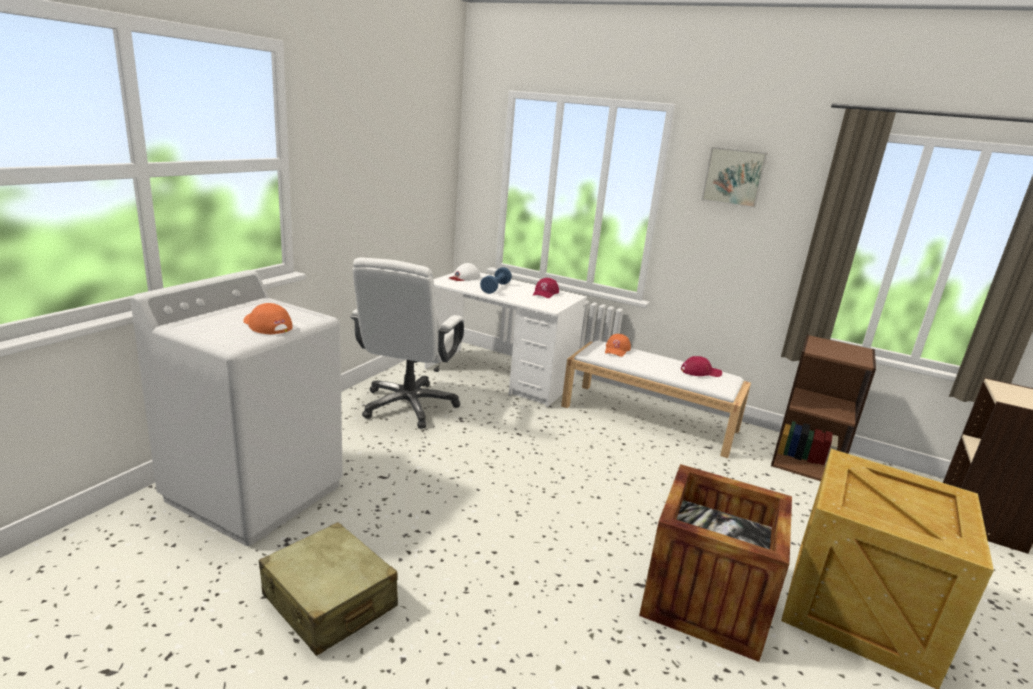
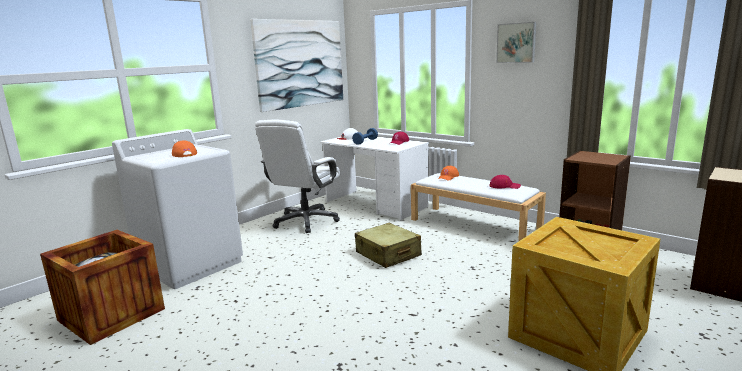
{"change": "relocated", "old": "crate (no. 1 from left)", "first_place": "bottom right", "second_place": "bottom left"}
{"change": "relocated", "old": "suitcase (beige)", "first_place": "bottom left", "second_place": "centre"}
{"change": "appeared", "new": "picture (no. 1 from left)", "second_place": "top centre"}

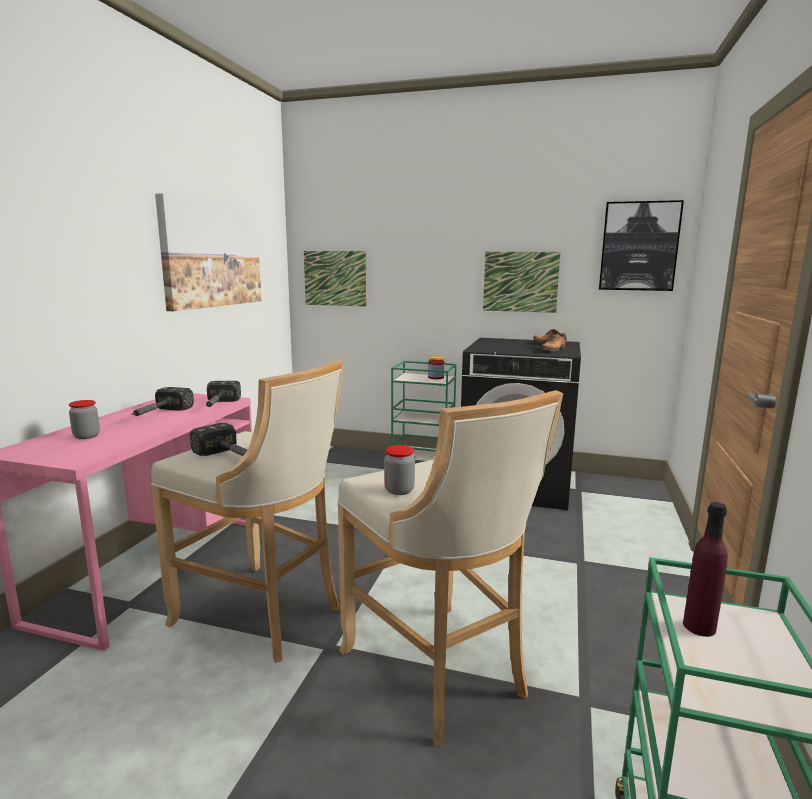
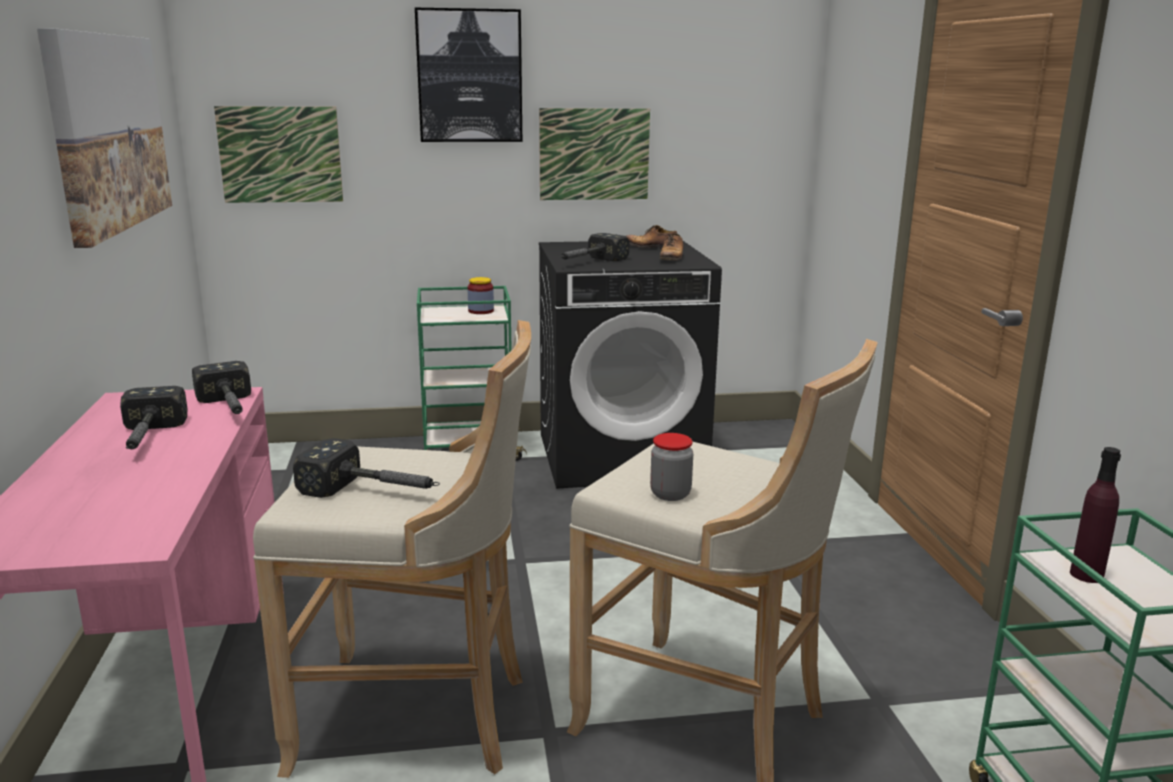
{"change": "relocated", "old": "picture (no. 4 from left in the first image)", "new": "picture (no. 3 from left)", "first_place": "top right", "second_place": "top centre"}
{"change": "missing", "old": "jar (no. 1 from left)", "first_place": "middle left"}
{"change": "appeared", "new": "hammer (no. 4 from left)", "second_place": "top centre"}

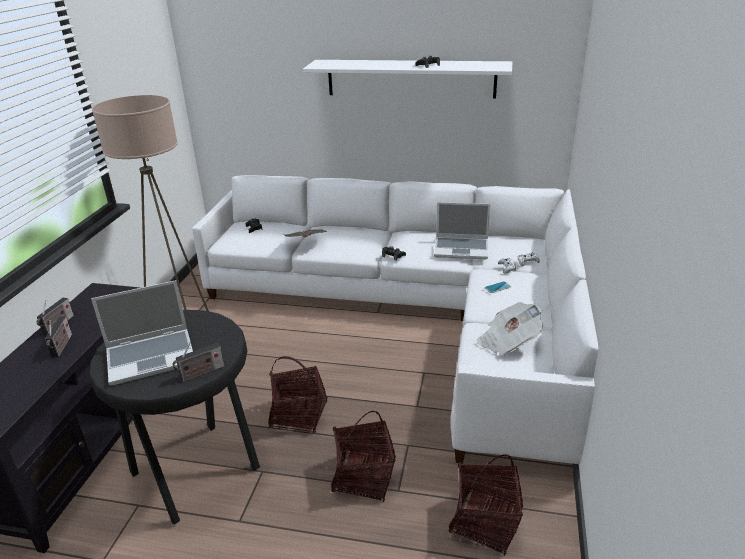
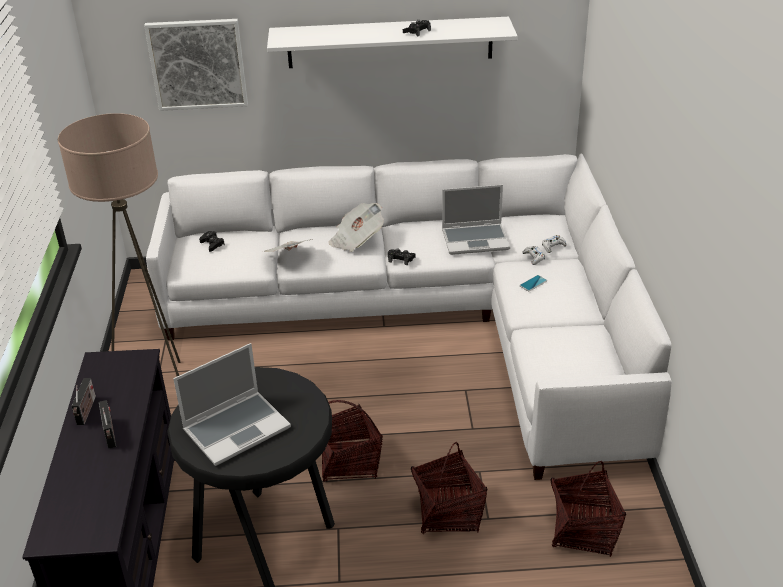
{"change": "relocated", "old": "newspaper (no. 2 from left)", "first_place": "middle right", "second_place": "centre"}
{"change": "missing", "old": "radio (no. 3 from left)", "first_place": "middle left"}
{"change": "appeared", "new": "picture", "second_place": "top left"}

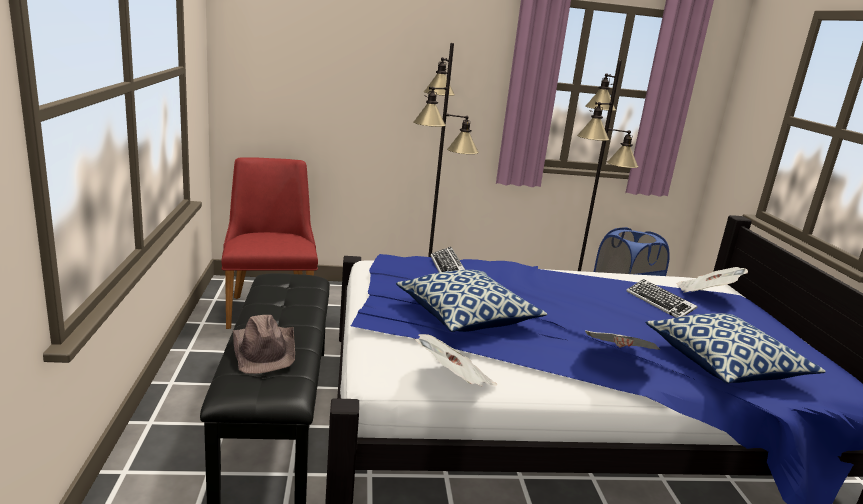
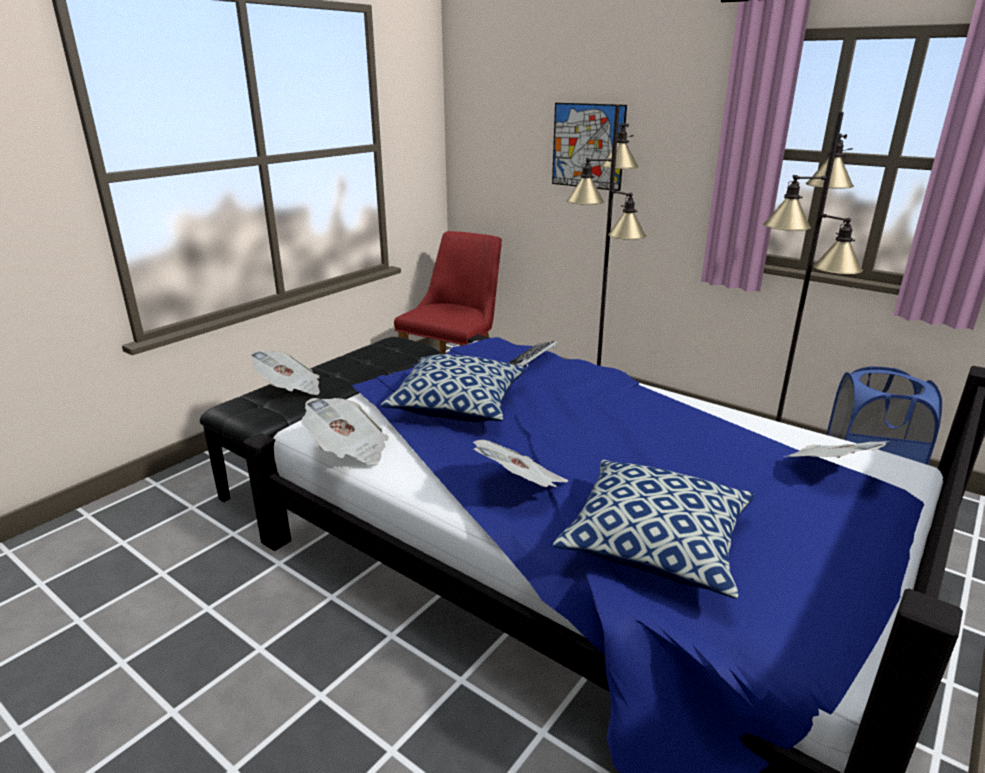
{"change": "missing", "old": "keyboard (no. 2 from left)", "first_place": "middle right"}
{"change": "exchanged", "old": "hat (brown)", "new": "newspaper (no. 1 from left)", "first_place": "bottom left", "second_place": "middle left"}
{"change": "appeared", "new": "picture", "second_place": "top centre"}

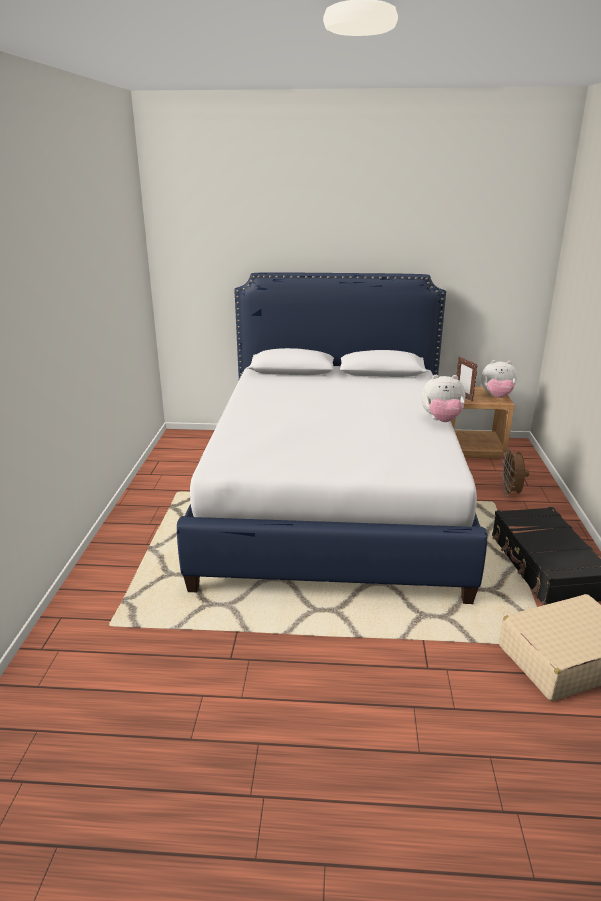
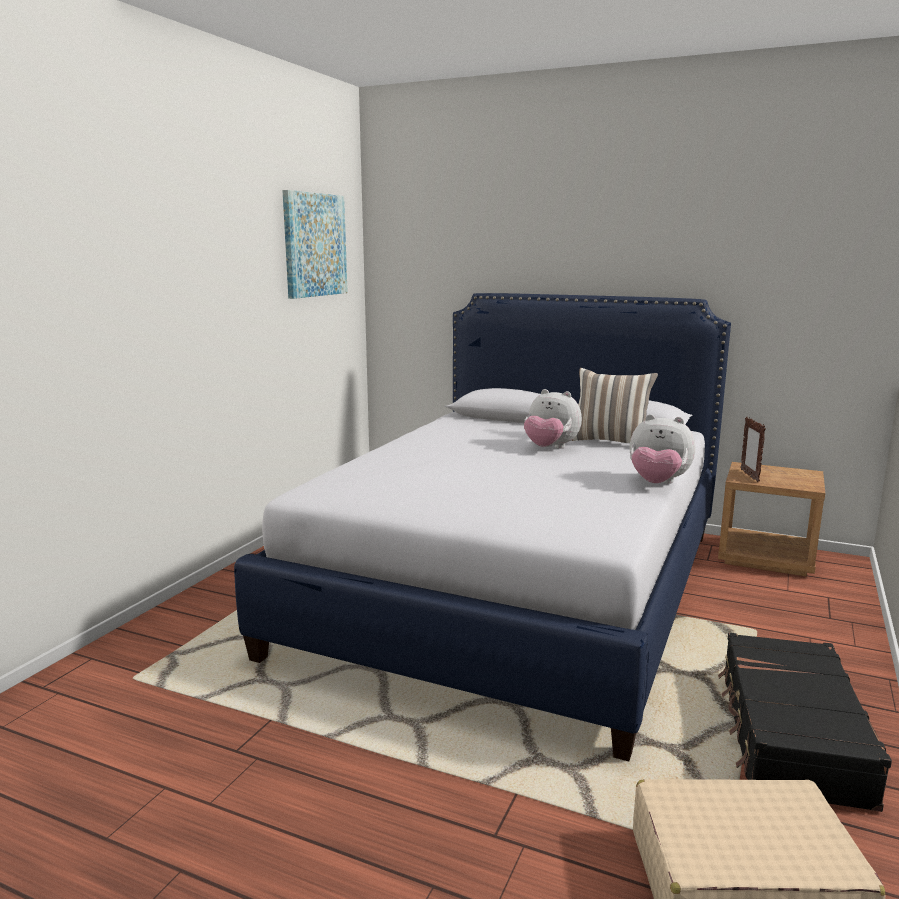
{"change": "relocated", "old": "plush toy (no. 2 from left in the first image)", "new": "plush toy (no. 1 from left)", "first_place": "middle right", "second_place": "centre"}
{"change": "missing", "old": "fan (brown)", "first_place": "middle right"}
{"change": "appeared", "new": "picture", "second_place": "top centre"}
{"change": "appeared", "new": "pillow", "second_place": "middle right"}

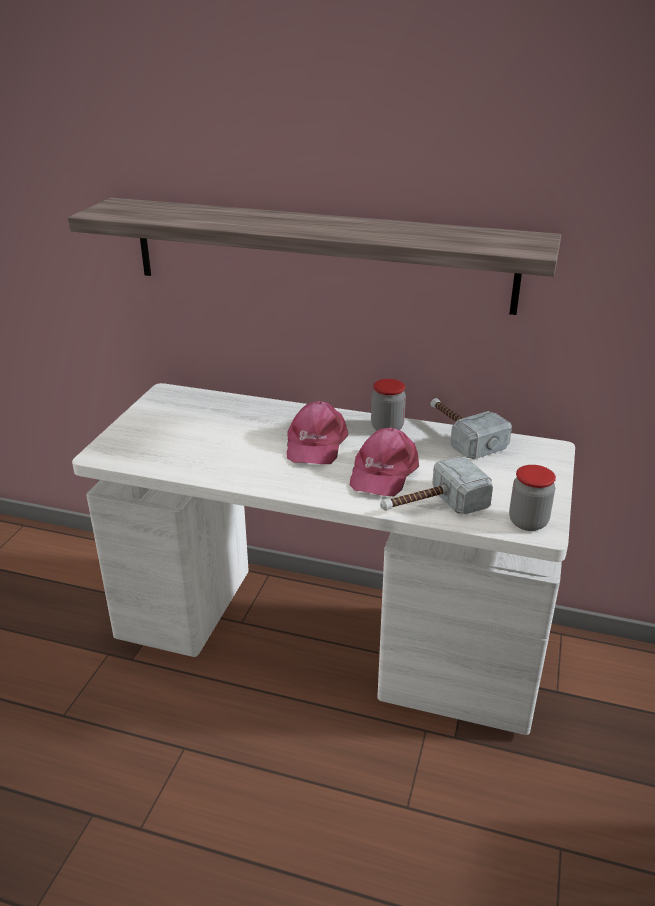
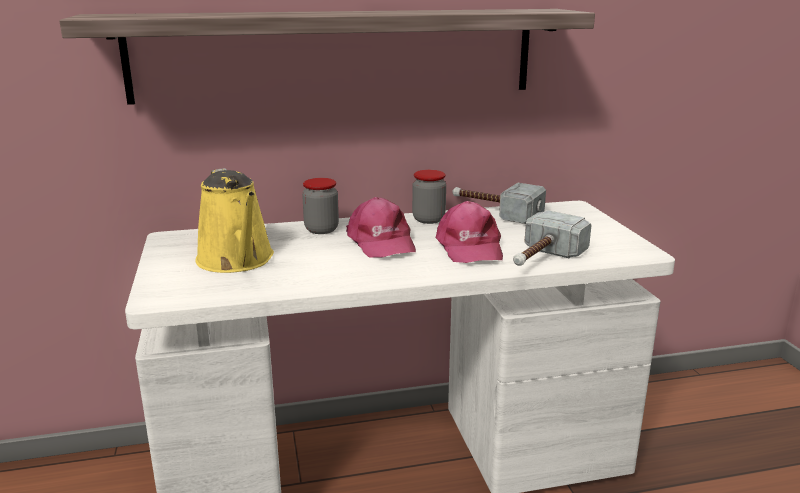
{"change": "relocated", "old": "jar (no. 2 from left in the first image)", "new": "jar (no. 1 from left)", "first_place": "middle right", "second_place": "centre"}
{"change": "appeared", "new": "watering can (yellow)", "second_place": "middle left"}

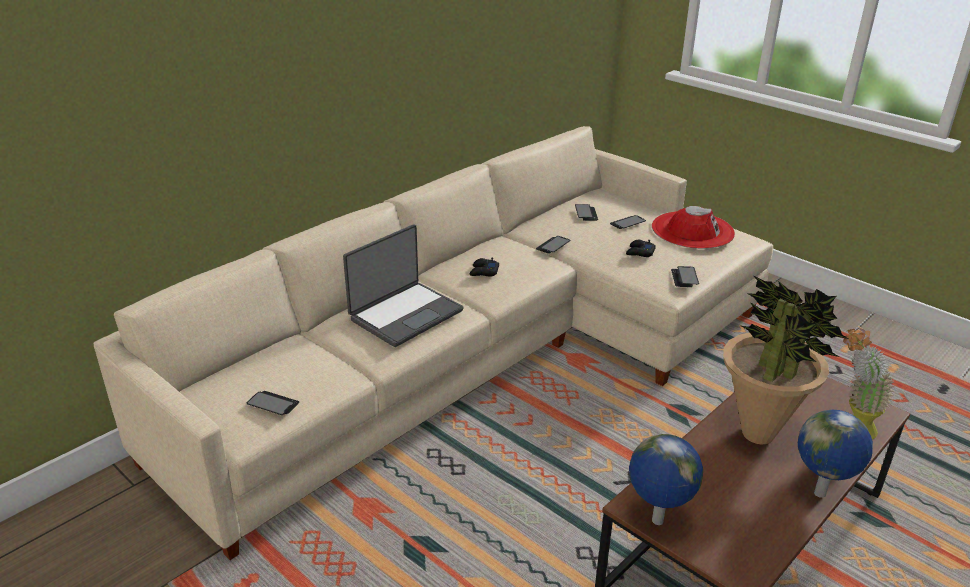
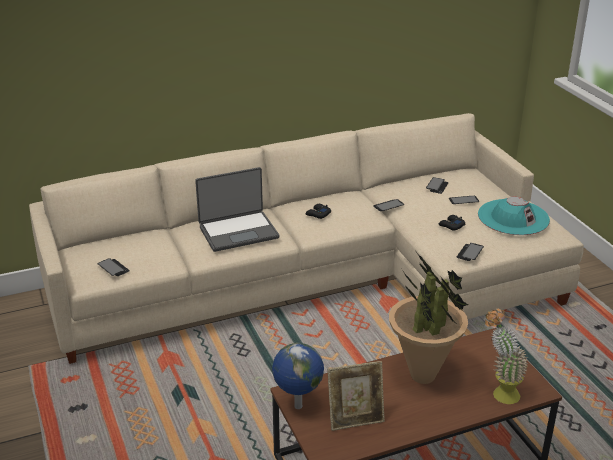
{"change": "colour", "old": "hat (red)", "new": "hat (turquoise)", "first_place": "middle right", "second_place": "middle right"}
{"change": "missing", "old": "globe (no. 2 from left)", "first_place": "bottom right"}
{"change": "appeared", "new": "picture frame", "second_place": "bottom centre"}

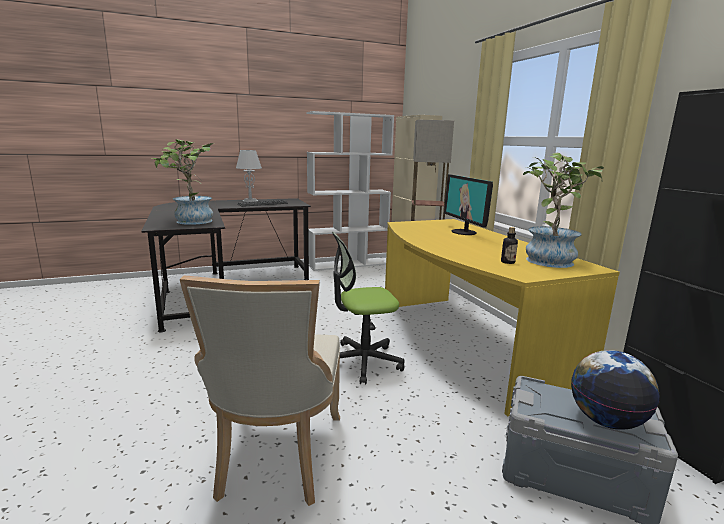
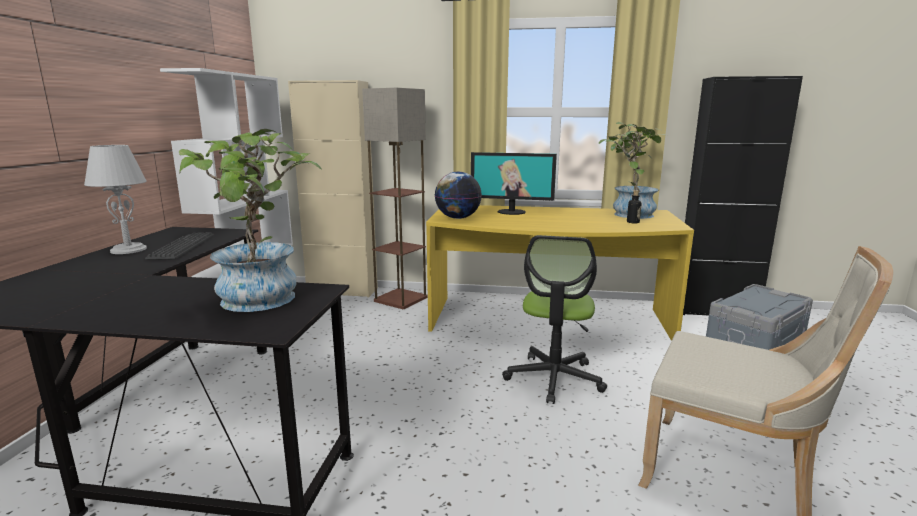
{"change": "relocated", "old": "globe", "first_place": "bottom right", "second_place": "centre"}

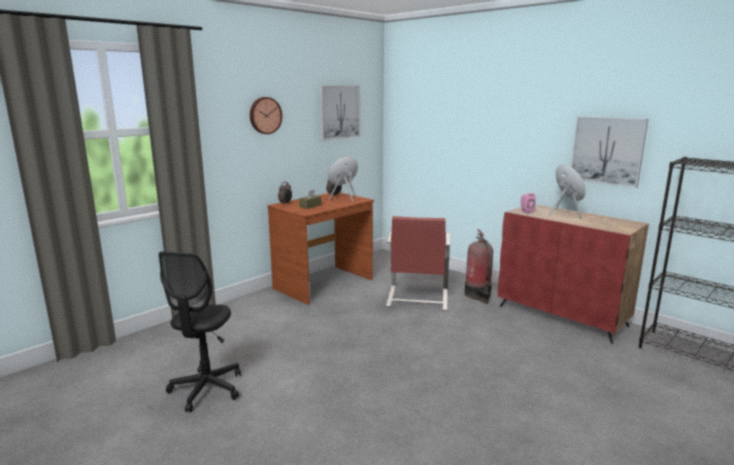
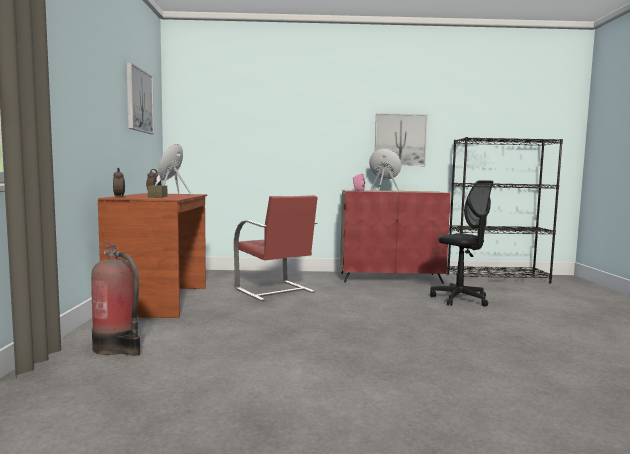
{"change": "missing", "old": "wall clock", "first_place": "top centre"}
{"change": "relocated", "old": "fire extinguisher", "first_place": "centre", "second_place": "middle left"}
{"change": "relocated", "old": "office chair (black)", "first_place": "bottom left", "second_place": "middle right"}

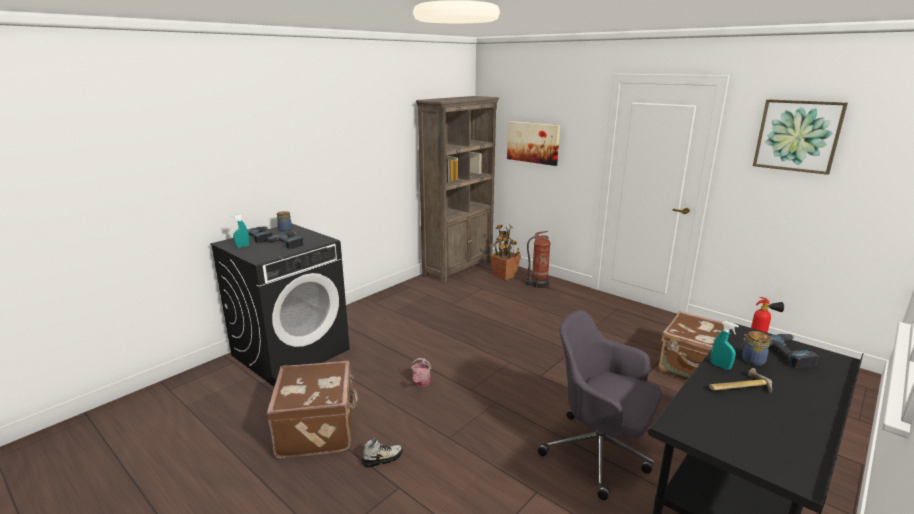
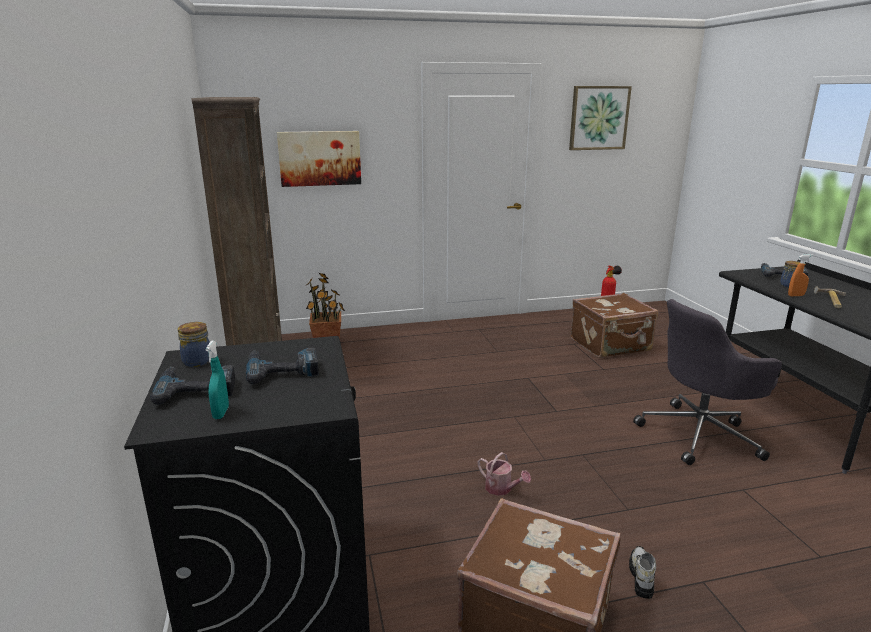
{"change": "missing", "old": "fire extinguisher (no. 1 from left)", "first_place": "centre"}
{"change": "colour", "old": "spray bottle (turquoise) (no. 2 from left)", "new": "spray bottle (orange)", "first_place": "bottom right", "second_place": "middle right"}

